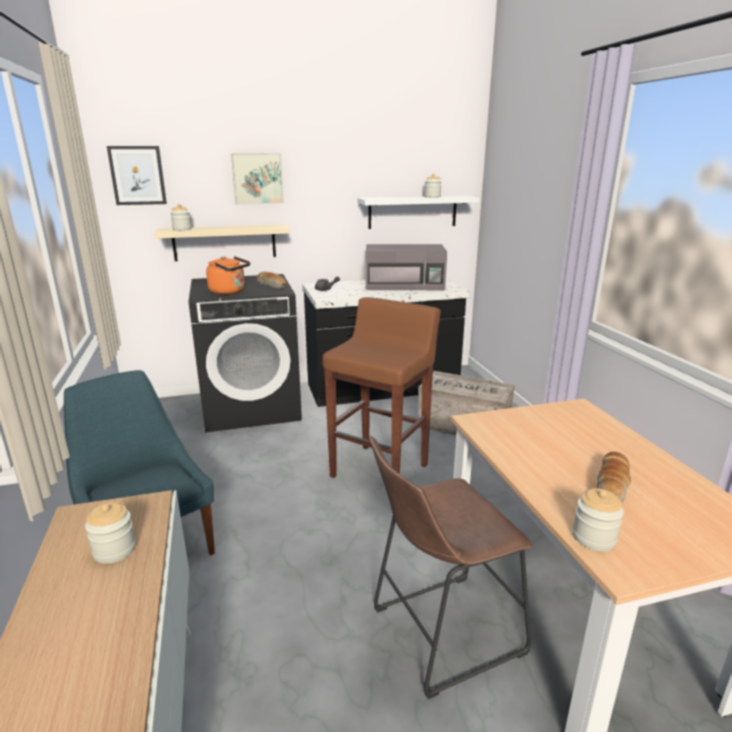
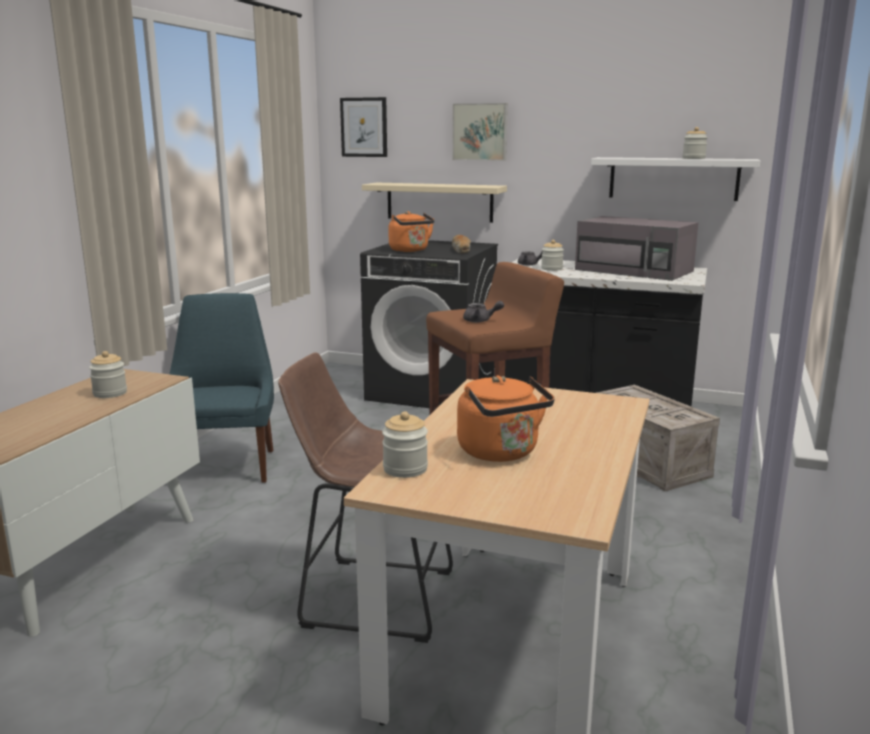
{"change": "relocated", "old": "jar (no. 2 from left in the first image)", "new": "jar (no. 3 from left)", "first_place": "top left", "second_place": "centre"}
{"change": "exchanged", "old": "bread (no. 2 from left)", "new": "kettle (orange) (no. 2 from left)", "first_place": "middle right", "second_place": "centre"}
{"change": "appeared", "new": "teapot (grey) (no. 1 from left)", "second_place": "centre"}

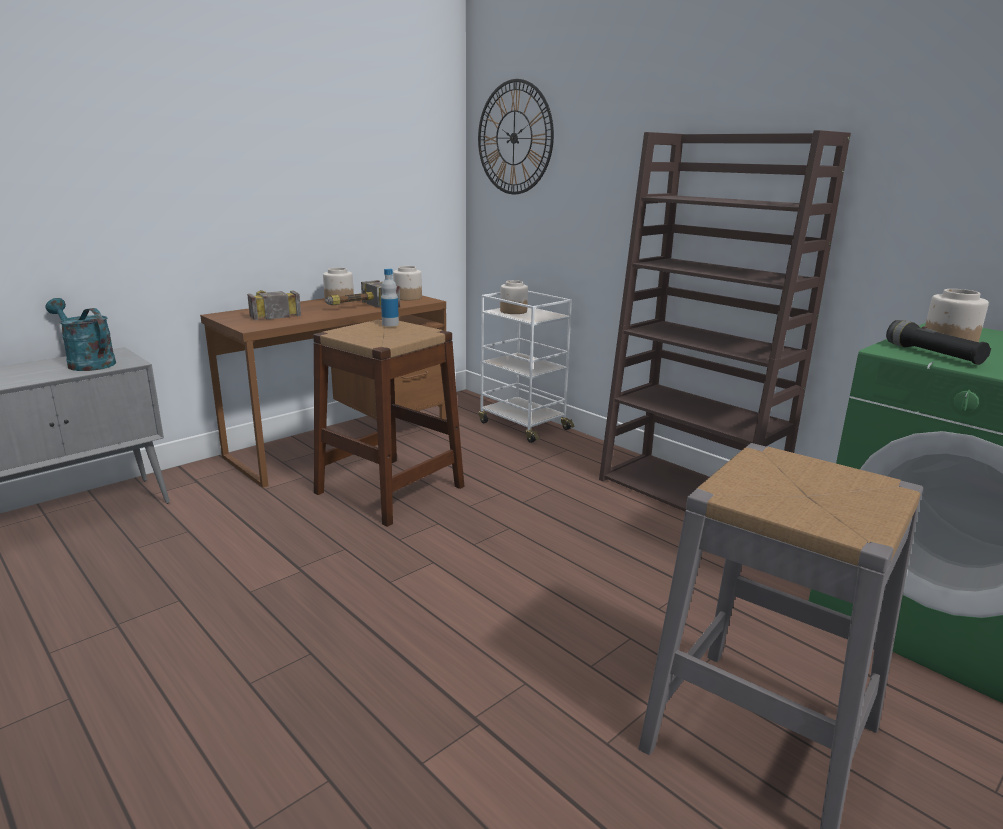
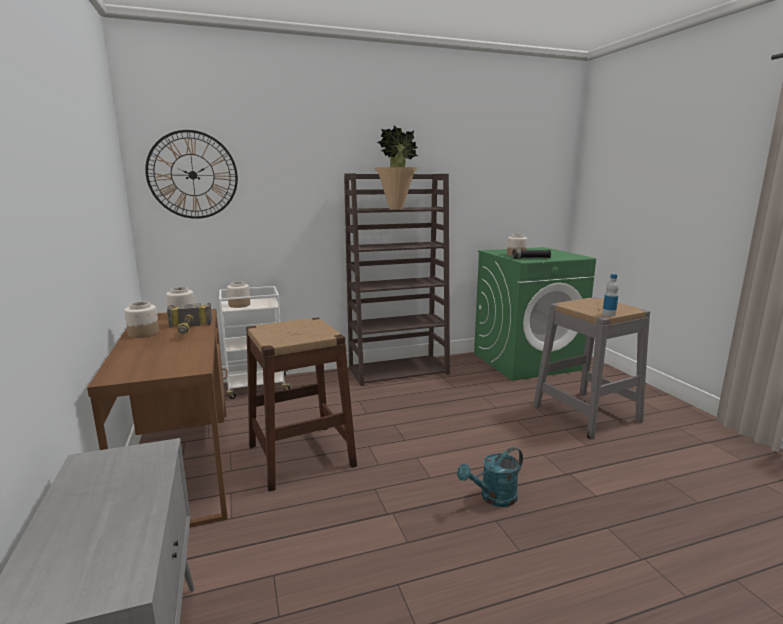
{"change": "relocated", "old": "bottle", "first_place": "centre", "second_place": "middle right"}
{"change": "missing", "old": "hammer (no. 1 from left)", "first_place": "middle left"}
{"change": "relocated", "old": "watering can (turquoise)", "first_place": "middle left", "second_place": "bottom centre"}
{"change": "appeared", "new": "potted plant", "second_place": "top centre"}

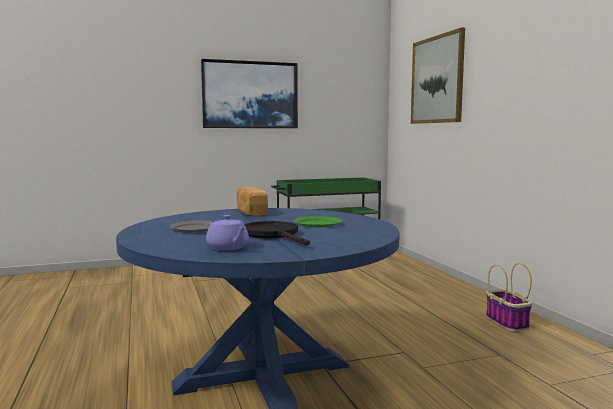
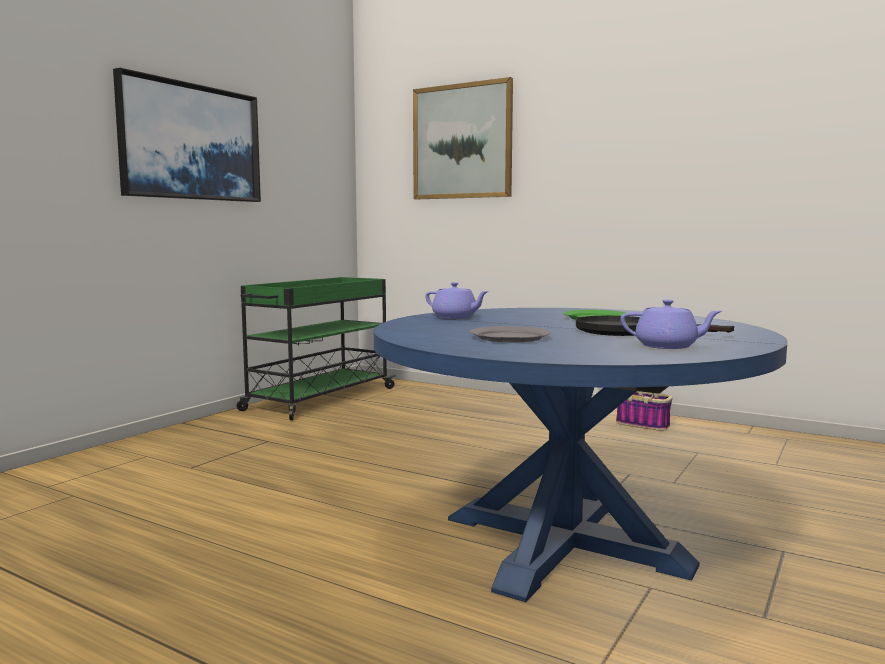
{"change": "exchanged", "old": "bread", "new": "teapot (purple) (no. 1 from left)", "first_place": "centre", "second_place": "centre"}

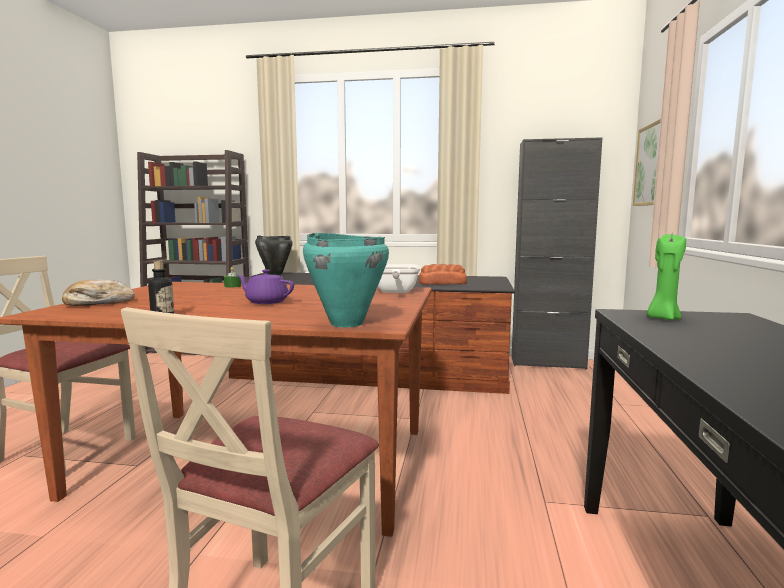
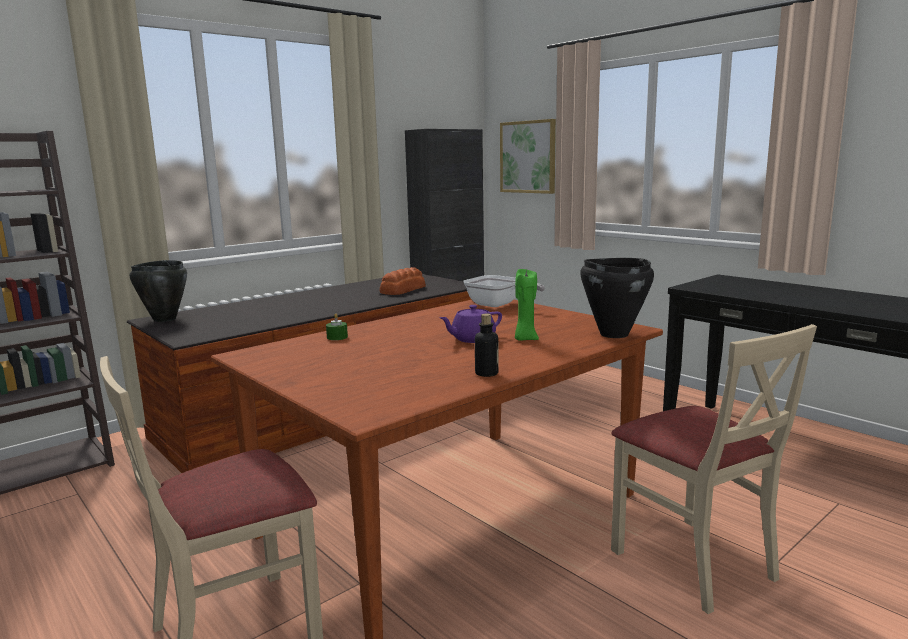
{"change": "colour", "old": "cooking pot (turquoise)", "new": "cooking pot (black) (no. 2 from left)", "first_place": "centre", "second_place": "middle right"}
{"change": "relocated", "old": "candle (green) (no. 2 from left)", "first_place": "middle right", "second_place": "centre"}
{"change": "missing", "old": "bread (no. 1 from left)", "first_place": "middle left"}

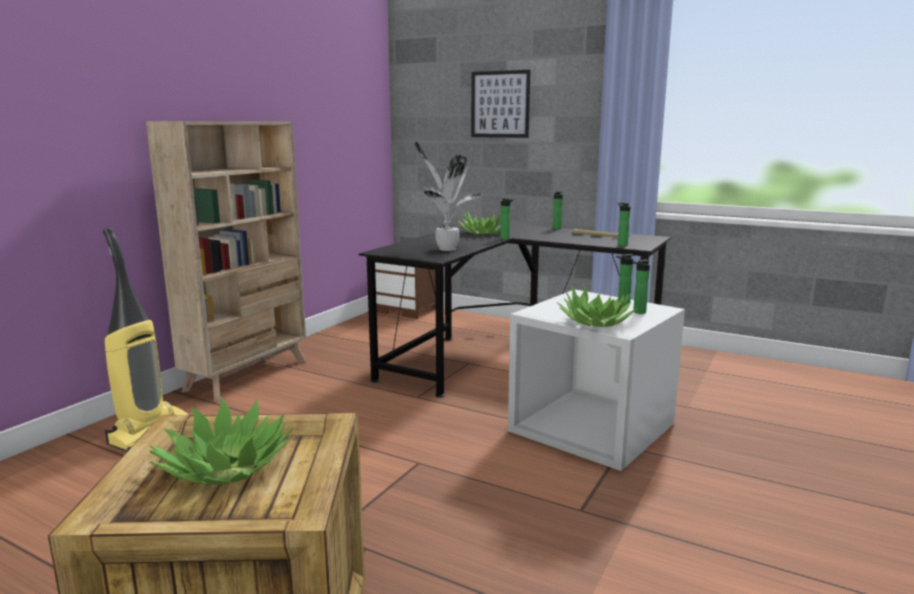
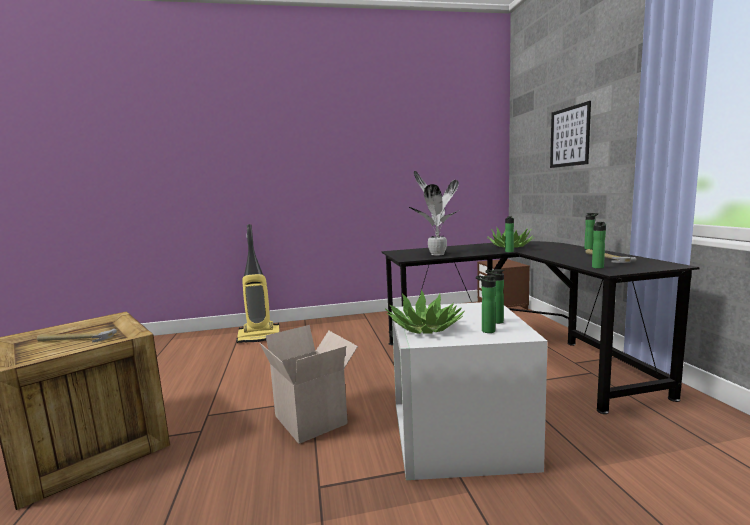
{"change": "missing", "old": "bookcase (beige)", "first_place": "middle left"}
{"change": "exchanged", "old": "potted plant (no. 1 from left)", "new": "hammer (no. 1 from left)", "first_place": "bottom left", "second_place": "middle left"}
{"change": "appeared", "new": "cardboard box", "second_place": "bottom centre"}

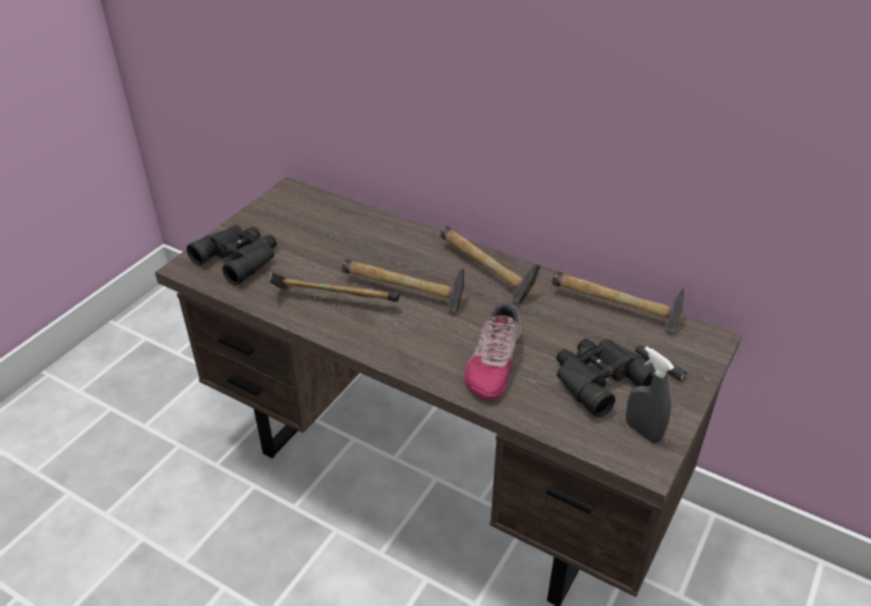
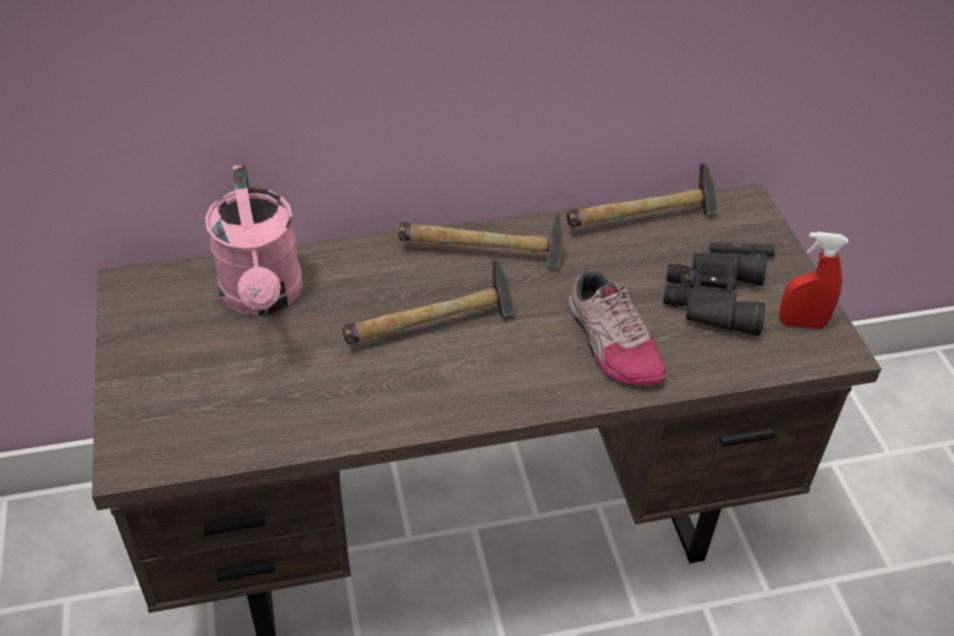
{"change": "missing", "old": "binoculars (black) (no. 1 from left)", "first_place": "middle left"}
{"change": "missing", "old": "hammer (no. 1 from left)", "first_place": "centre"}
{"change": "colour", "old": "spray bottle (grey)", "new": "spray bottle (red)", "first_place": "middle right", "second_place": "middle right"}
{"change": "appeared", "new": "watering can (pink)", "second_place": "middle left"}

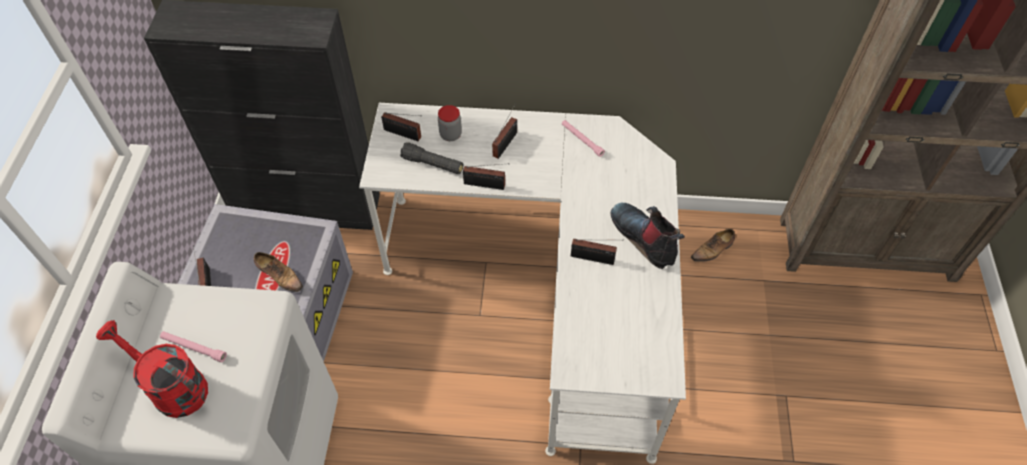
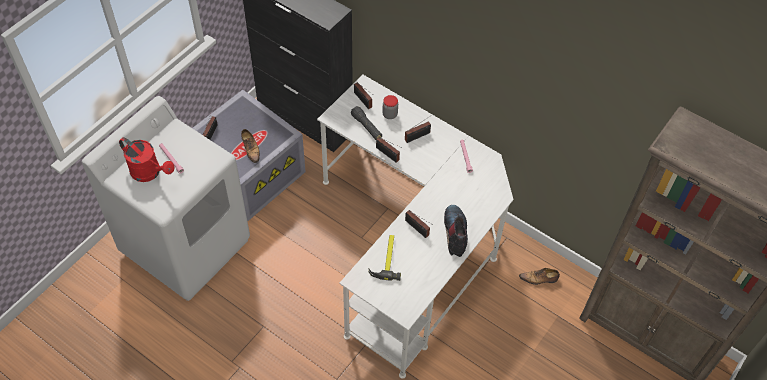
{"change": "spun", "old": "watering can (red)", "first_place": "bottom left", "second_place": "middle left", "degrees": 150}
{"change": "appeared", "new": "hammer", "second_place": "bottom centre"}

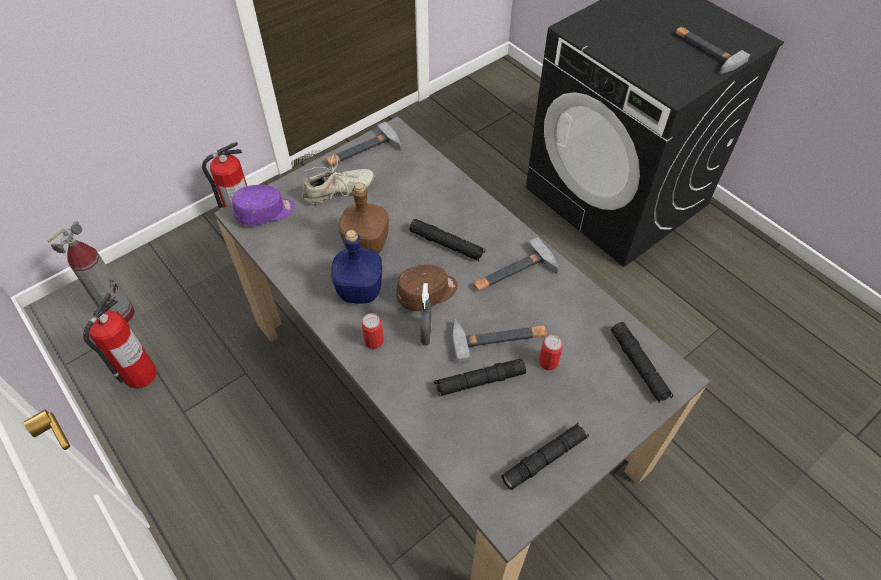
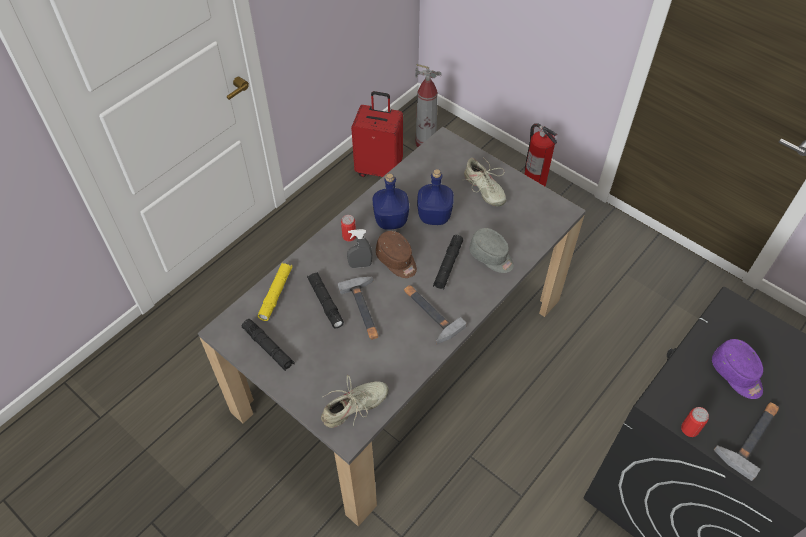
{"change": "missing", "old": "hammer (no. 1 from left)", "first_place": "top centre"}
{"change": "colour", "old": "bottle (brown)", "new": "bottle (blue) (no. 2 from left)", "first_place": "centre", "second_place": "centre"}
{"change": "relocated", "old": "cap (purple)", "first_place": "middle left", "second_place": "bottom right"}
{"change": "exchanged", "old": "fire extinguisher (no. 2 from left)", "new": "suitcase (red)", "first_place": "middle left", "second_place": "top centre"}
{"change": "exchanged", "old": "flashlight (black) (no. 4 from left)", "new": "shoe (beige) (no. 1 from left)", "first_place": "middle right", "second_place": "bottom centre"}
{"change": "relocated", "old": "can (no. 2 from left)", "first_place": "centre", "second_place": "bottom right"}
{"change": "appeared", "new": "cap (grey)", "second_place": "centre"}
{"change": "appeared", "new": "flashlight (yellow)", "second_place": "centre"}

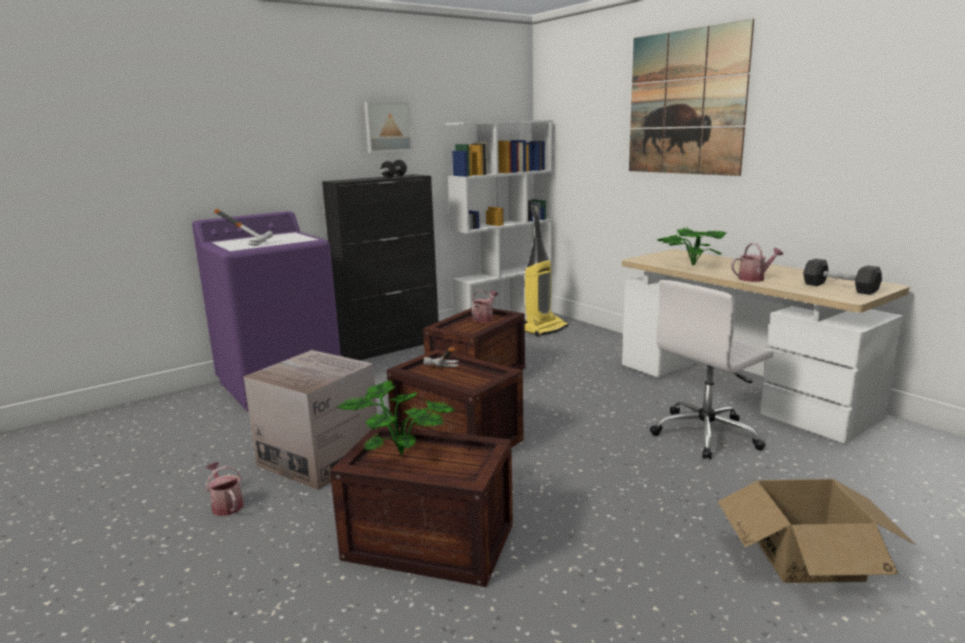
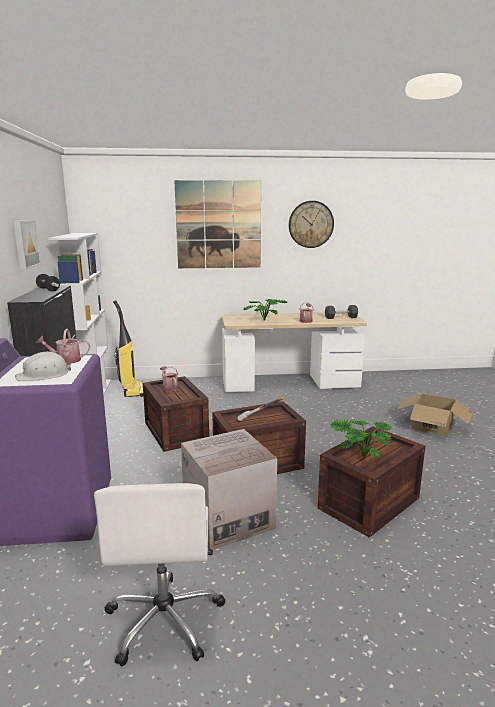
{"change": "exchanged", "old": "hammer (no. 1 from left)", "new": "hard hat (white)", "first_place": "middle left", "second_place": "middle left"}
{"change": "relocated", "old": "office chair (white)", "first_place": "middle right", "second_place": "bottom left"}
{"change": "relocated", "old": "watering can (no. 1 from left)", "first_place": "bottom left", "second_place": "middle left"}
{"change": "appeared", "new": "wall clock", "second_place": "top centre"}

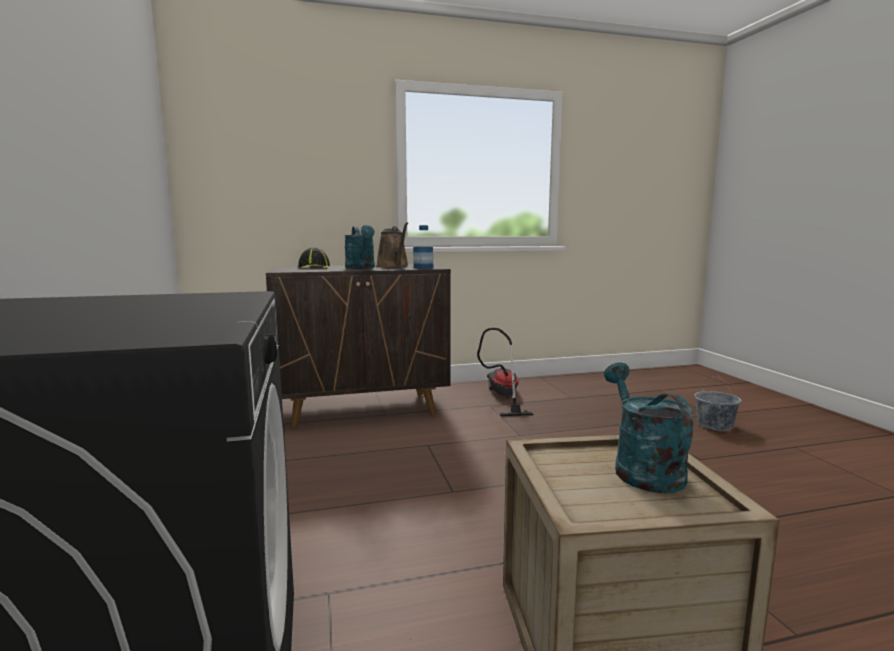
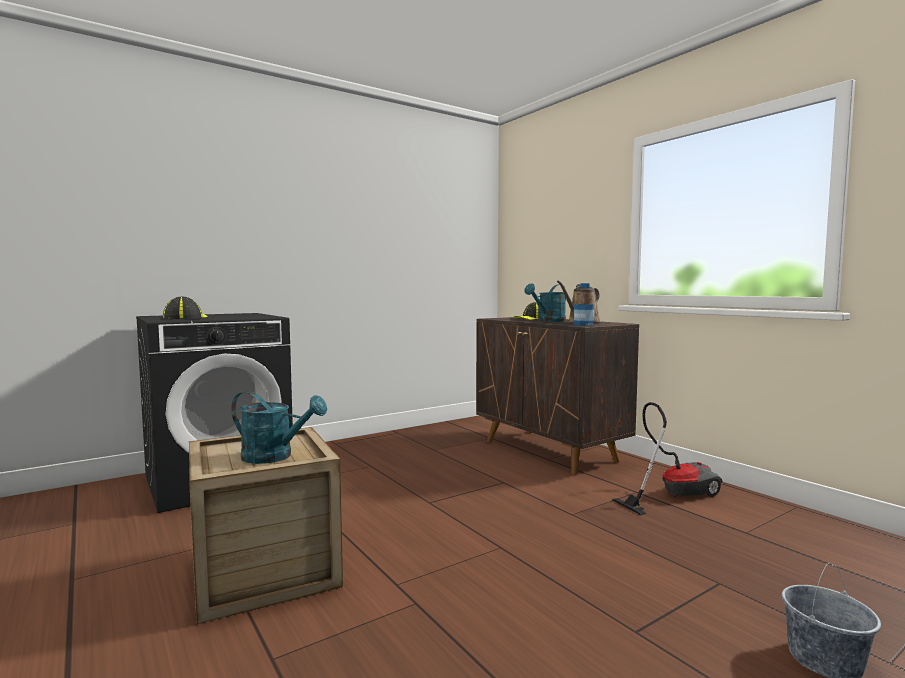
{"change": "spun", "old": "watering can (turquoise) (no. 2 from left in the first image)", "first_place": "middle right", "second_place": "middle left", "degrees": 45}
{"change": "appeared", "new": "cap (no. 1 from left)", "second_place": "middle left"}

